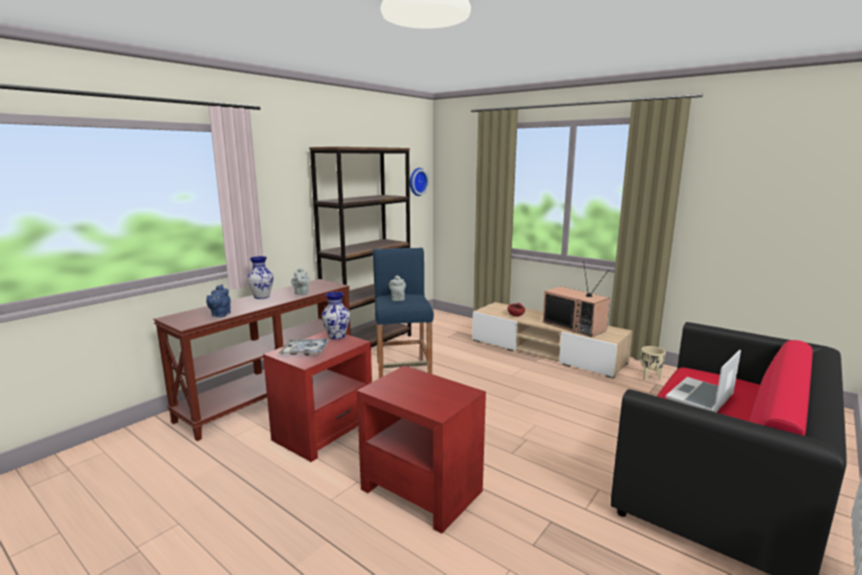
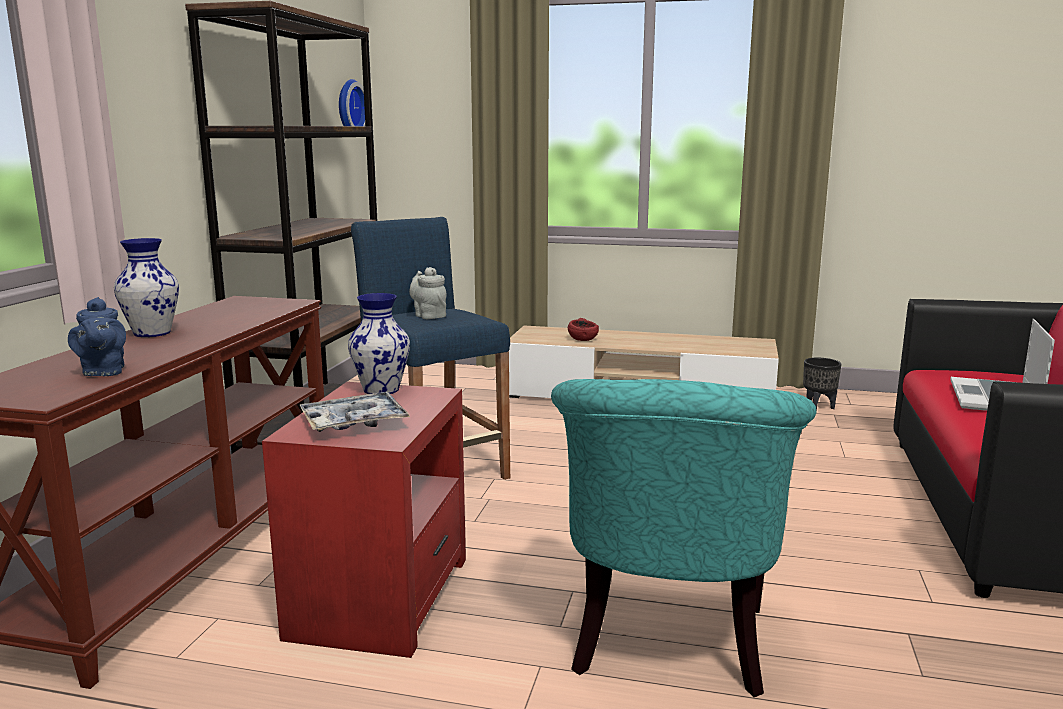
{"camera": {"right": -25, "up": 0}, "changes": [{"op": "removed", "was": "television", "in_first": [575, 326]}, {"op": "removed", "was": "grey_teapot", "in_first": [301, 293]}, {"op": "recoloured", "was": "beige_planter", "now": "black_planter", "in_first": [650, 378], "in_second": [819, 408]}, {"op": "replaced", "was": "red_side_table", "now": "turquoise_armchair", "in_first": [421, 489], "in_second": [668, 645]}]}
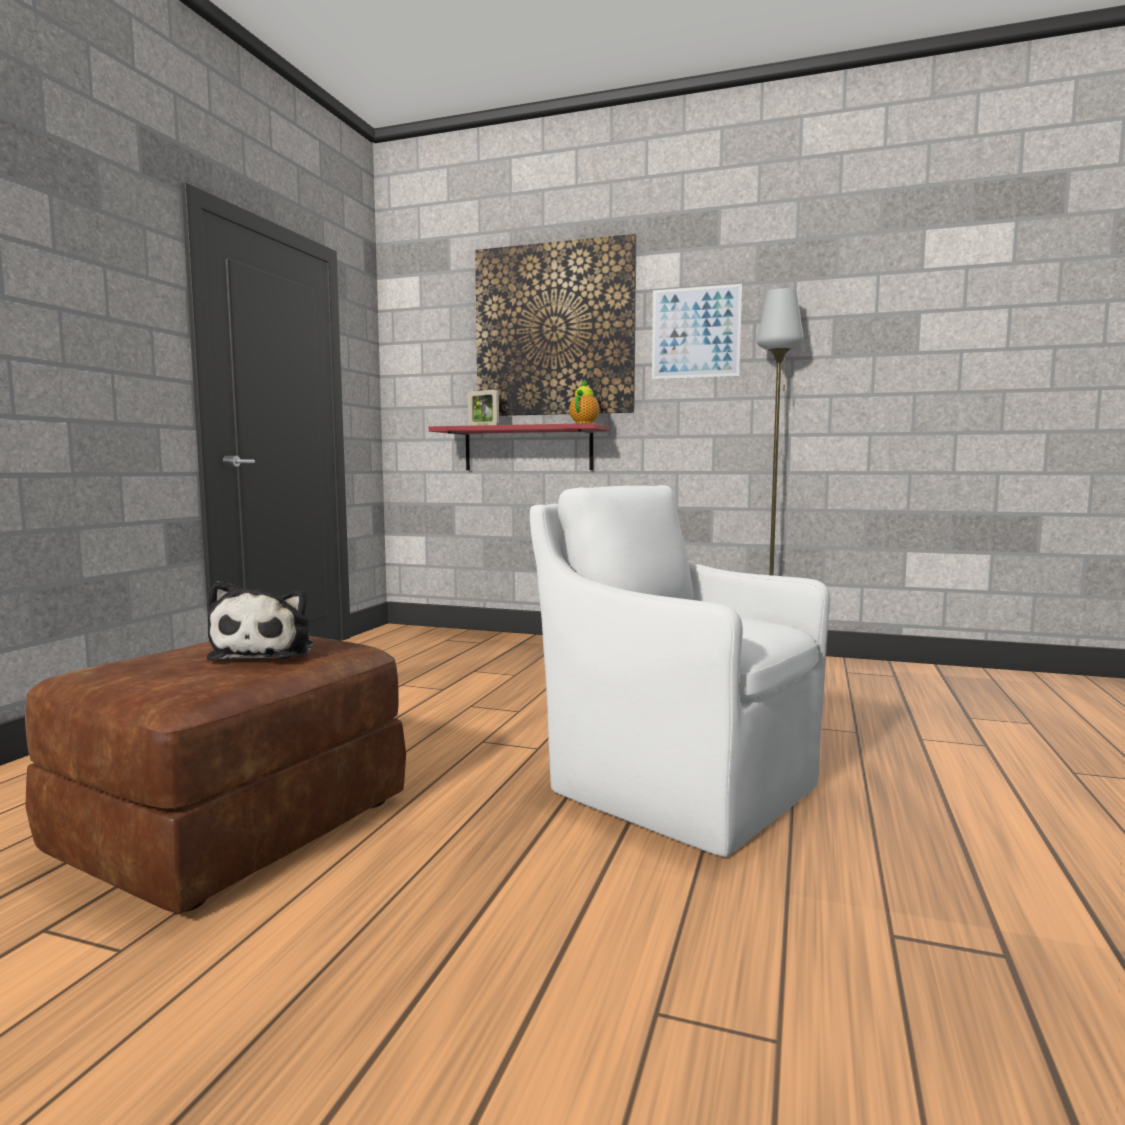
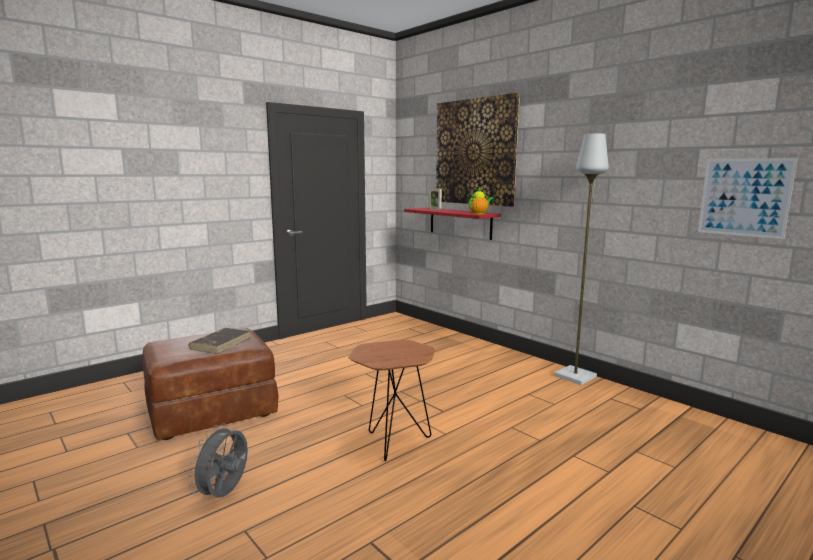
{"camera": {"right": 30, "up": 5}, "changes": [{"op": "moved", "was": "picture", "in_first": [695, 332], "in_second": [744, 197]}, {"op": "replaced", "was": "white_armchair", "now": "brown_side_table", "in_first": [677, 786], "in_second": [392, 443]}, {"op": "replaced", "was": "plush_toy", "now": "brown_book", "in_first": [266, 652], "in_second": [221, 343]}, {"op": "added", "now": "grey_fan", "in_second": [225, 494]}]}
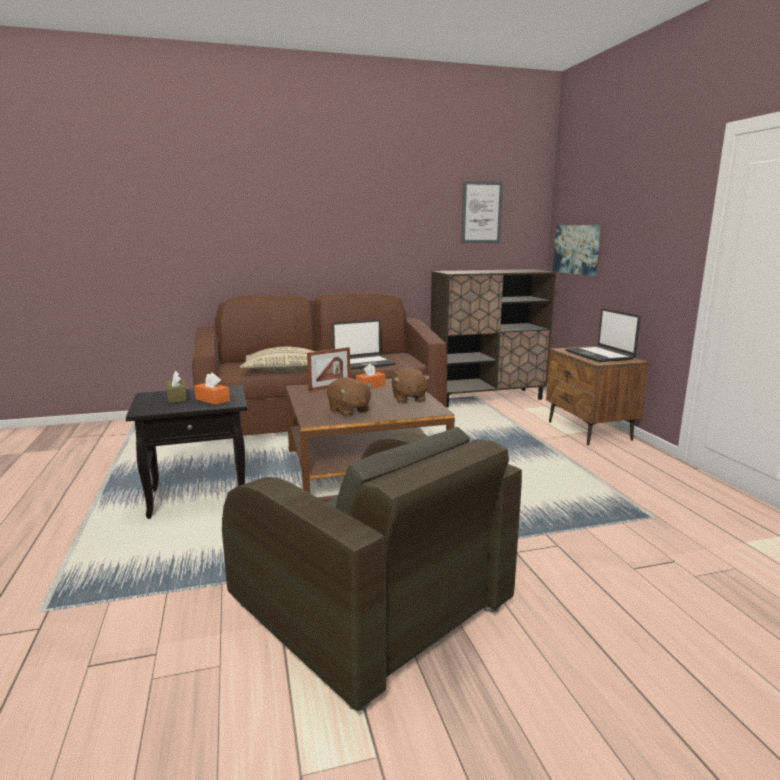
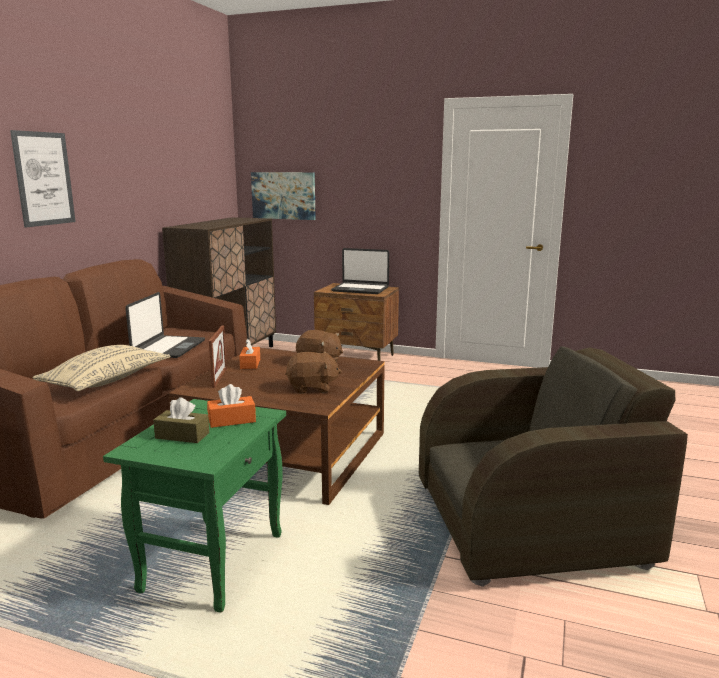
{"camera": {"right": -55, "up": 0}, "changes": [{"op": "moved", "was": "picture", "in_first": [481, 212], "in_second": [44, 179]}, {"op": "recoloured", "was": "black_side_table", "now": "green_side_table", "in_first": [200, 496], "in_second": [213, 560]}]}
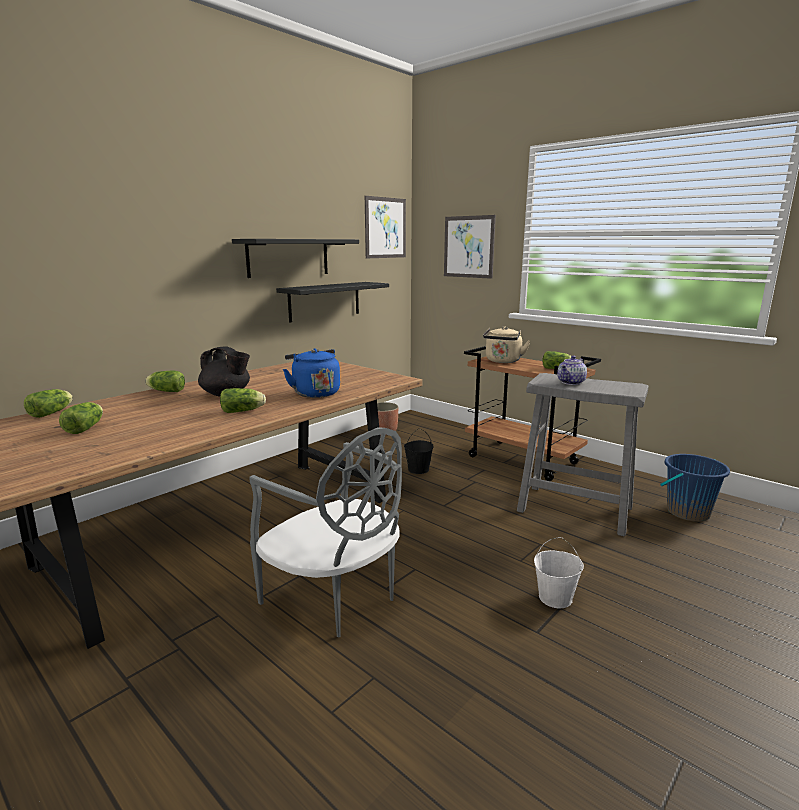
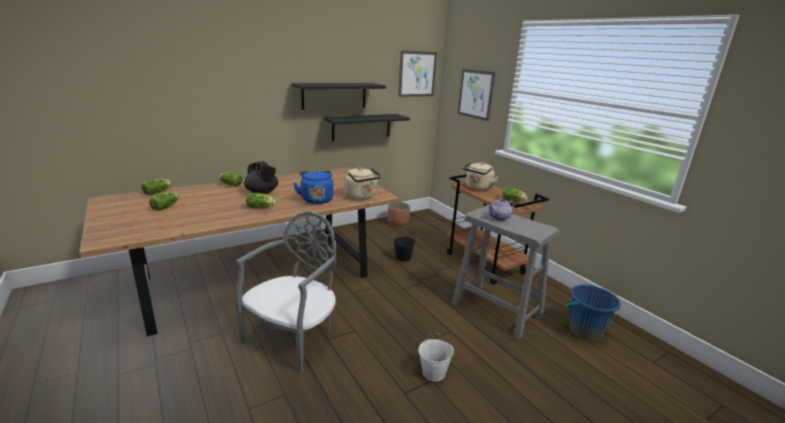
{"camera": {"right": 15, "up": 5}, "changes": [{"op": "turned", "was": "grey_chair", "in_first": [335, 597], "in_second": [294, 338], "clockwise": -120}, {"op": "added", "now": "beige_kettle", "in_second": [361, 197]}]}
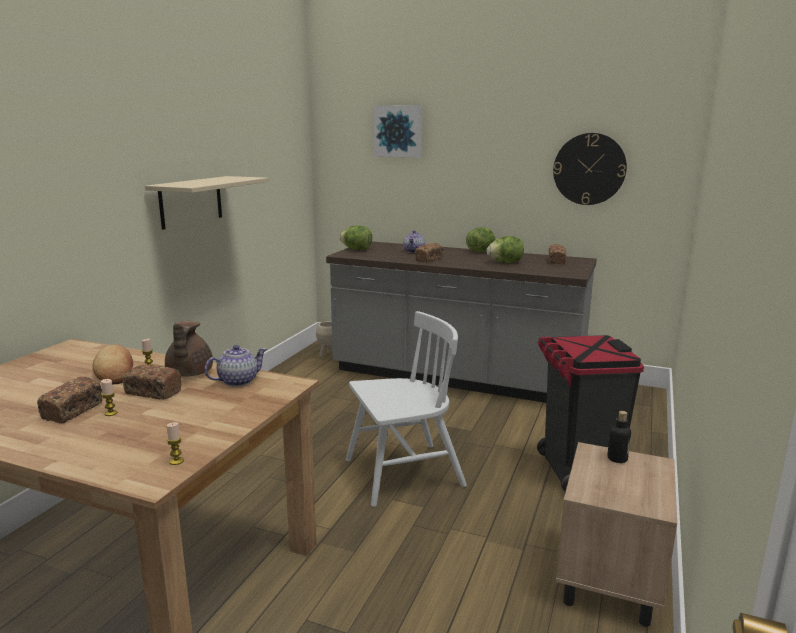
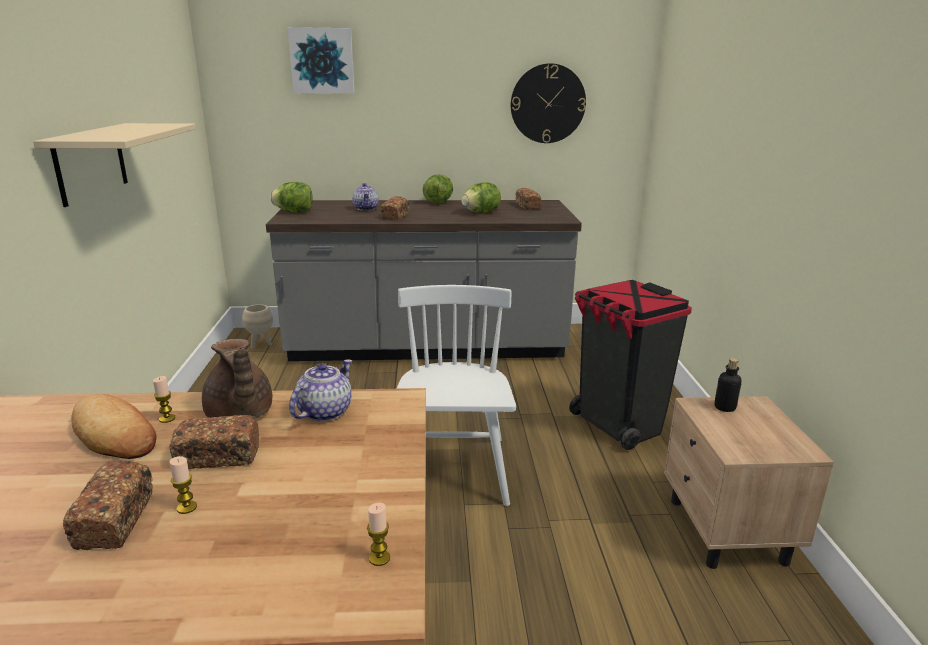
{"camera": {"right": -25, "up": 5}, "changes": [{"op": "turned", "was": "white_chair", "in_first": [403, 473], "in_second": [453, 470], "clockwise": -45}]}
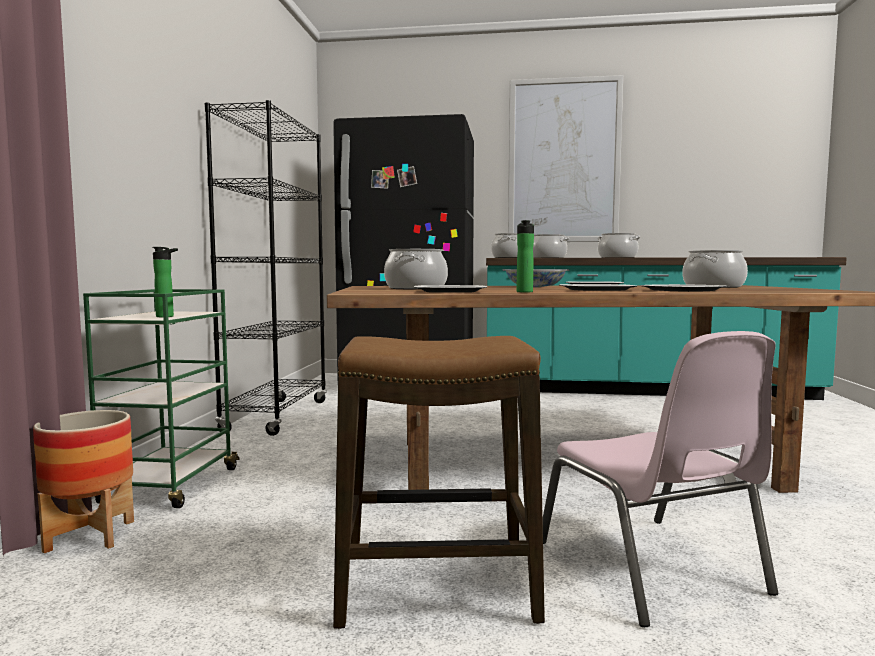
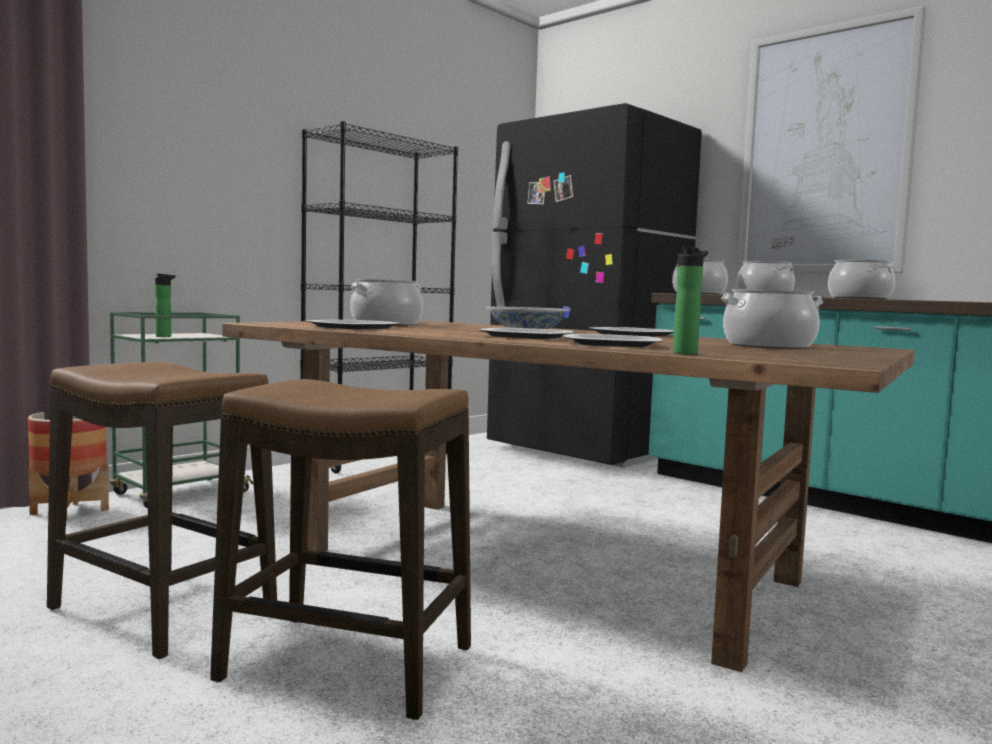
{"camera": {"right": 35, "up": 0}, "changes": [{"op": "moved", "was": "bottle", "in_first": [524, 292], "in_second": [687, 353]}, {"op": "replaced", "was": "pink_chair", "now": "stool", "in_first": [651, 568], "in_second": [346, 664]}]}
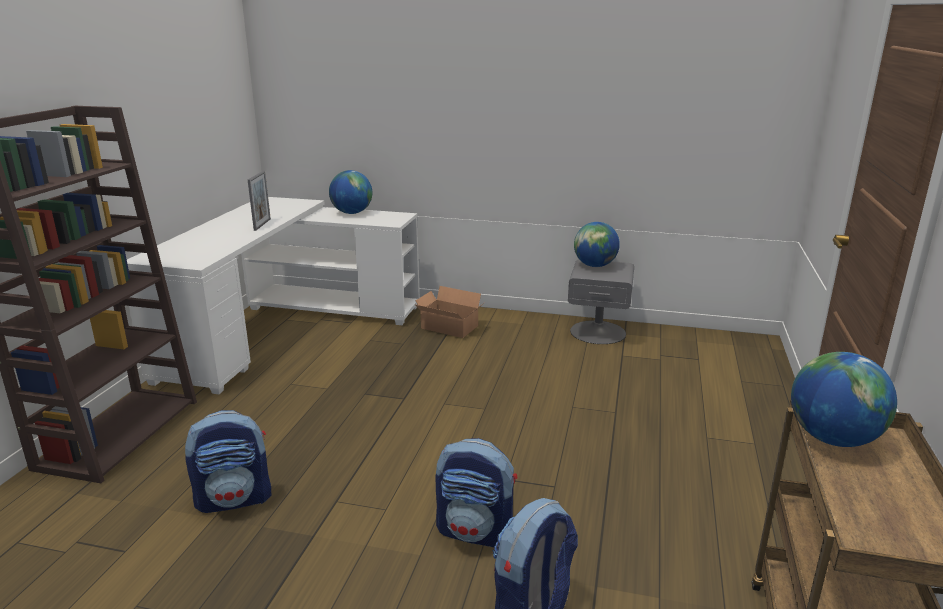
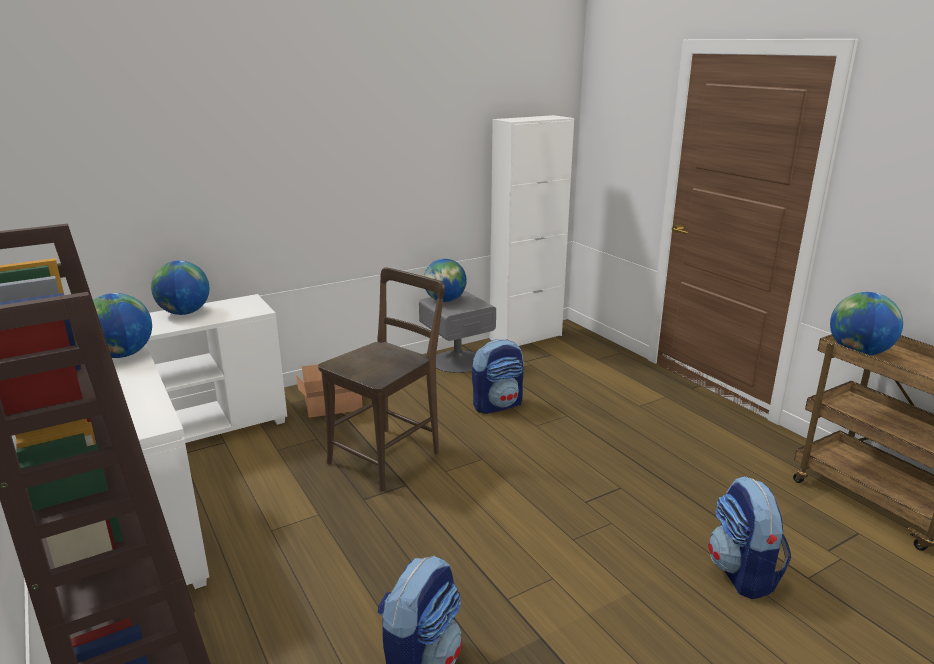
{"camera": {"right": -45, "up": 0}, "changes": [{"op": "replaced", "was": "picture_frame", "now": "globe", "in_first": [262, 224], "in_second": [122, 355]}, {"op": "moved", "was": "backpack", "in_first": [476, 532], "in_second": [498, 405]}, {"op": "added", "now": "white_cabinet", "in_second": [525, 337]}, {"op": "added", "now": "brown_chair", "in_second": [388, 455]}]}
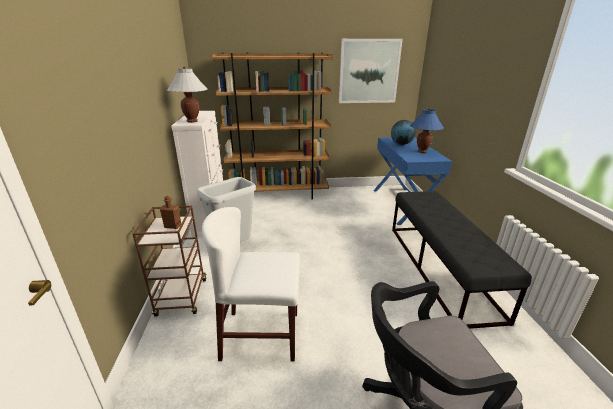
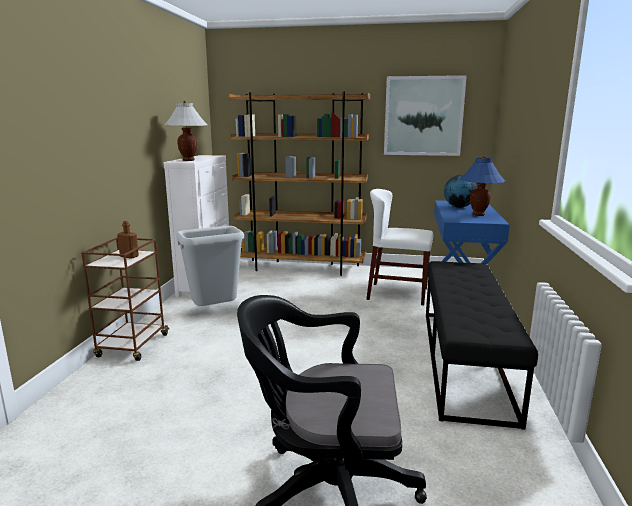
{"camera": {"right": 15, "up": -10}, "changes": [{"op": "moved", "was": "white_chair", "in_first": [261, 335], "in_second": [397, 294]}]}
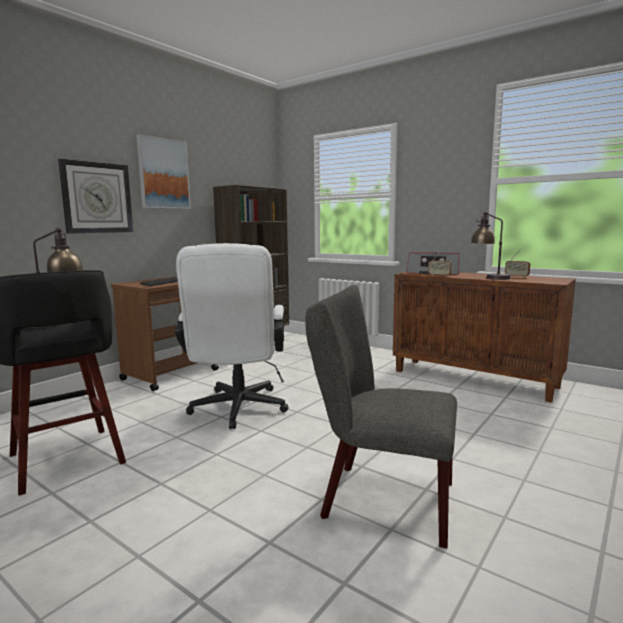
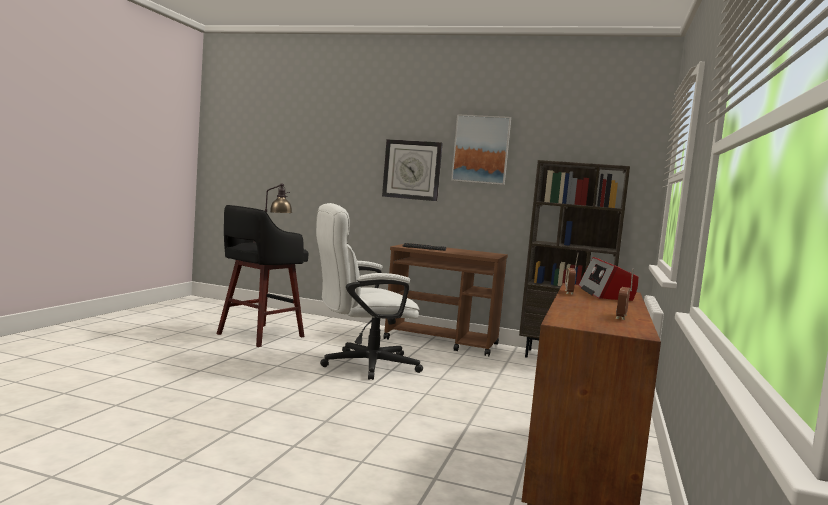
{"camera": {"right": 70, "up": -5}, "changes": [{"op": "removed", "was": "table_lamp", "in_first": [489, 277]}, {"op": "removed", "was": "grey_chair", "in_first": [379, 499]}]}
